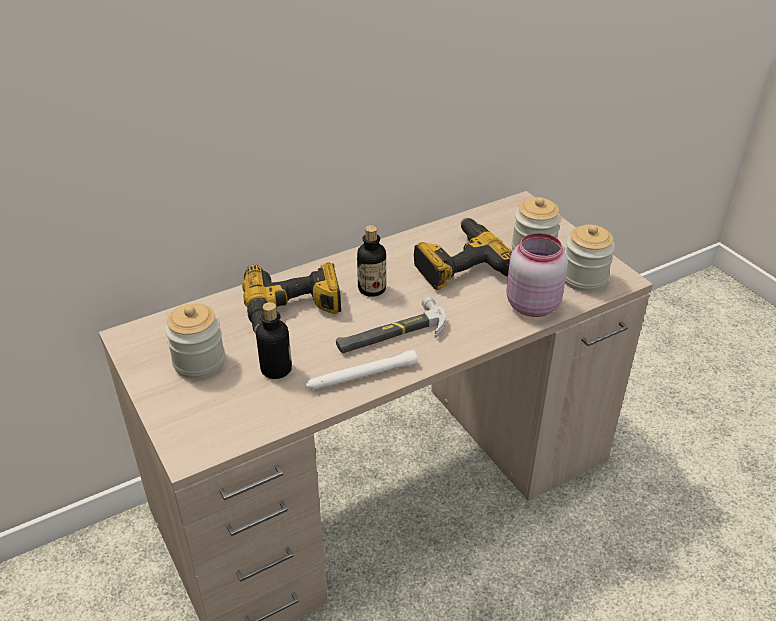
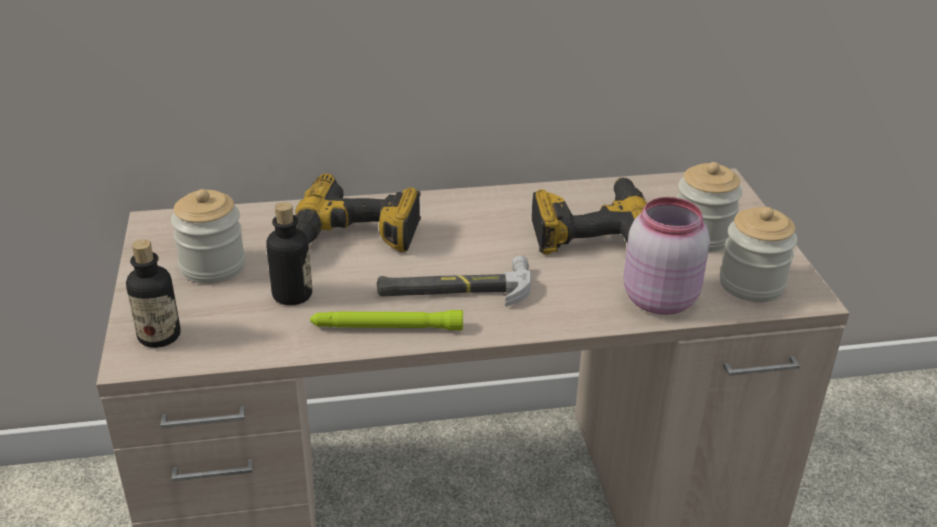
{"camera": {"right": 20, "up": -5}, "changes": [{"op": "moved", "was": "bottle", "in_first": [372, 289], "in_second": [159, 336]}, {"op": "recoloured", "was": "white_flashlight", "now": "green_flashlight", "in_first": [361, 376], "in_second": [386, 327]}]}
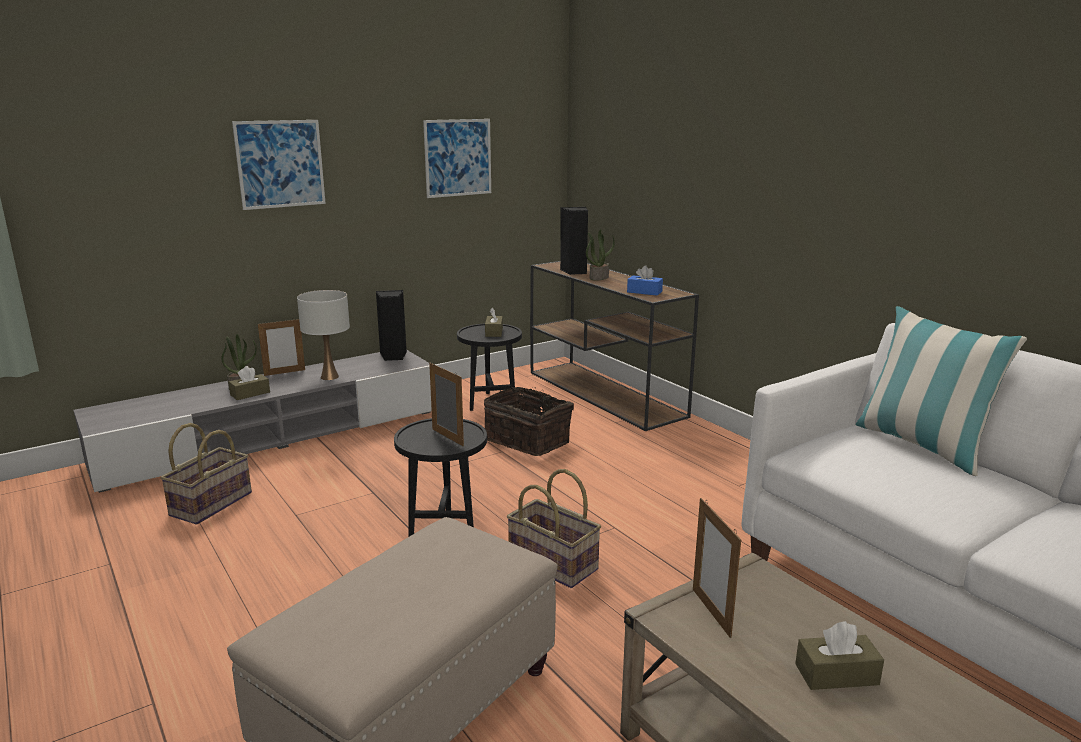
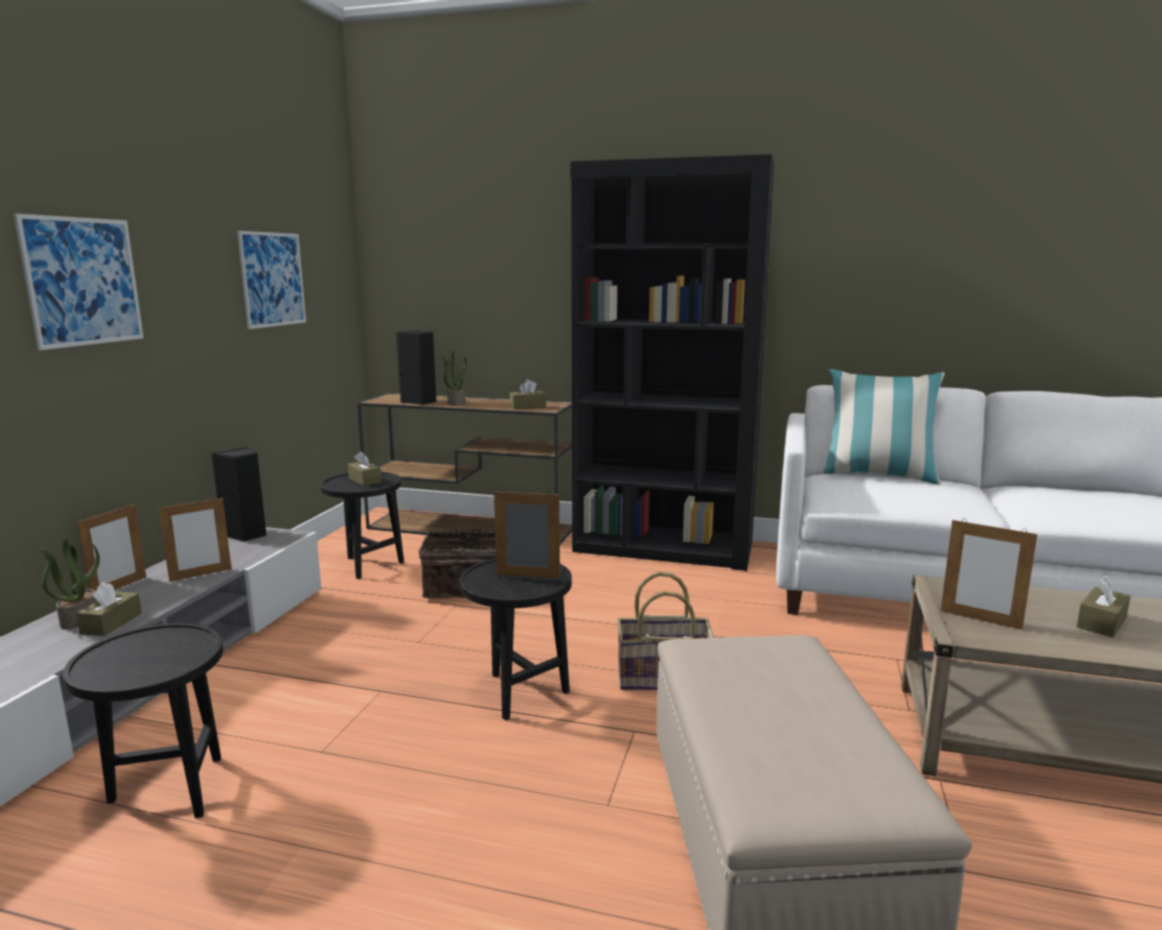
{"camera": {"right": -40, "up": -5}, "changes": [{"op": "recoloured", "was": "blue_tissue_box", "now": "brown_tissue_box", "in_first": [644, 292], "in_second": [528, 407]}, {"op": "replaced", "was": "white_table_lamp", "now": "picture_frame", "in_first": [330, 377], "in_second": [200, 575]}, {"op": "replaced", "was": "basket", "now": "black_side_table", "in_first": [210, 503], "in_second": [167, 792]}, {"op": "added", "now": "black_bookcase", "in_second": [664, 548]}]}
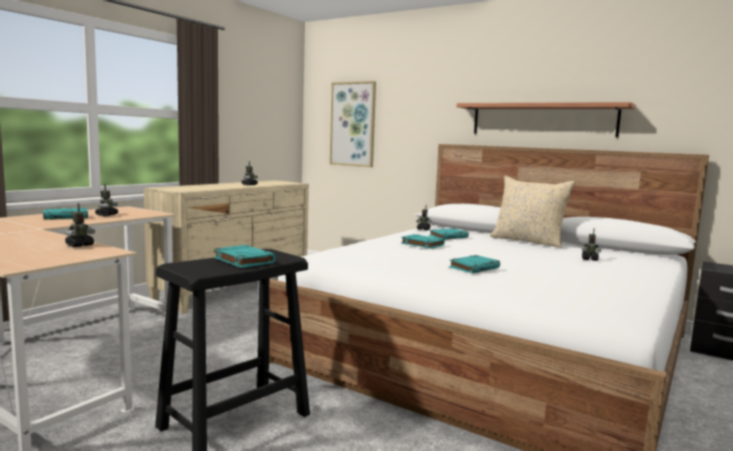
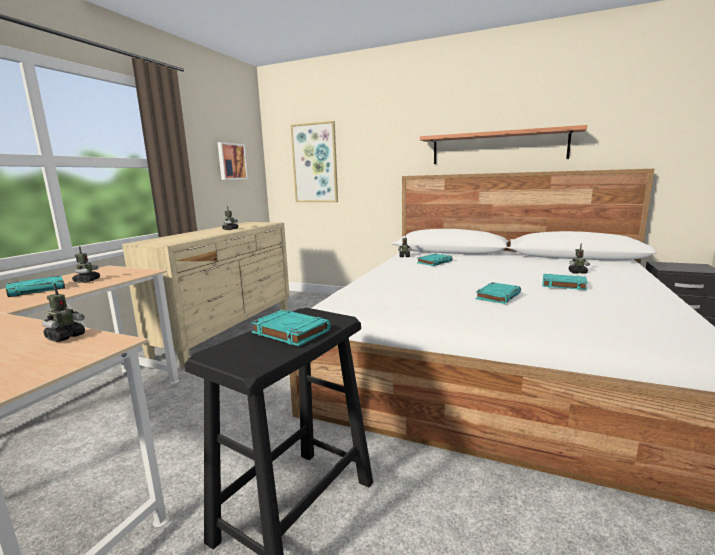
{"camera": {"right": -10, "up": 5}, "changes": [{"op": "removed", "was": "beige_pillow", "in_first": [528, 241]}, {"op": "moved", "was": "turquoise_book", "in_first": [422, 244], "in_second": [563, 285]}, {"op": "added", "now": "picture", "in_second": [231, 161]}]}
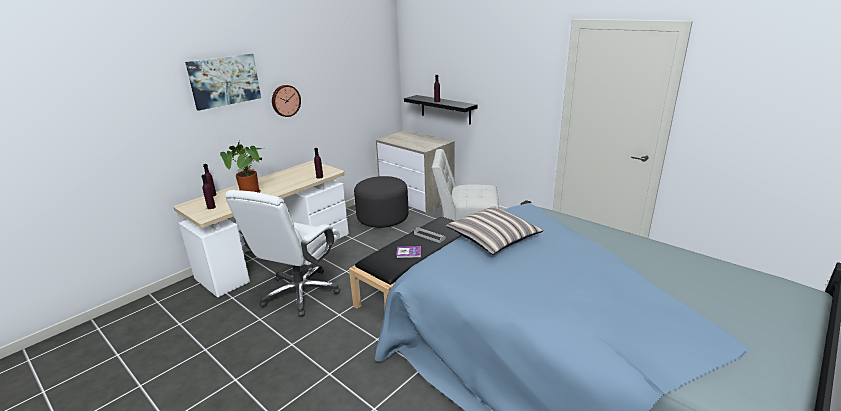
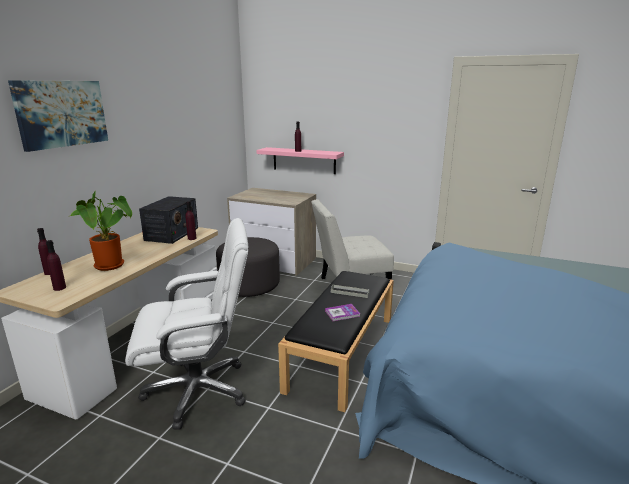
{"camera": {"right": -20, "up": -5}, "changes": [{"op": "removed", "was": "wall_clock", "in_first": [285, 100]}, {"op": "recoloured", "was": "black_shelf", "now": "pink_shelf", "in_first": [445, 109], "in_second": [304, 160]}, {"op": "turned", "was": "white_office_chair", "in_first": [300, 293], "in_second": [198, 390], "clockwise": -105}, {"op": "removed", "was": "pillow", "in_first": [493, 237]}, {"op": "added", "now": "radio", "in_second": [171, 234]}]}
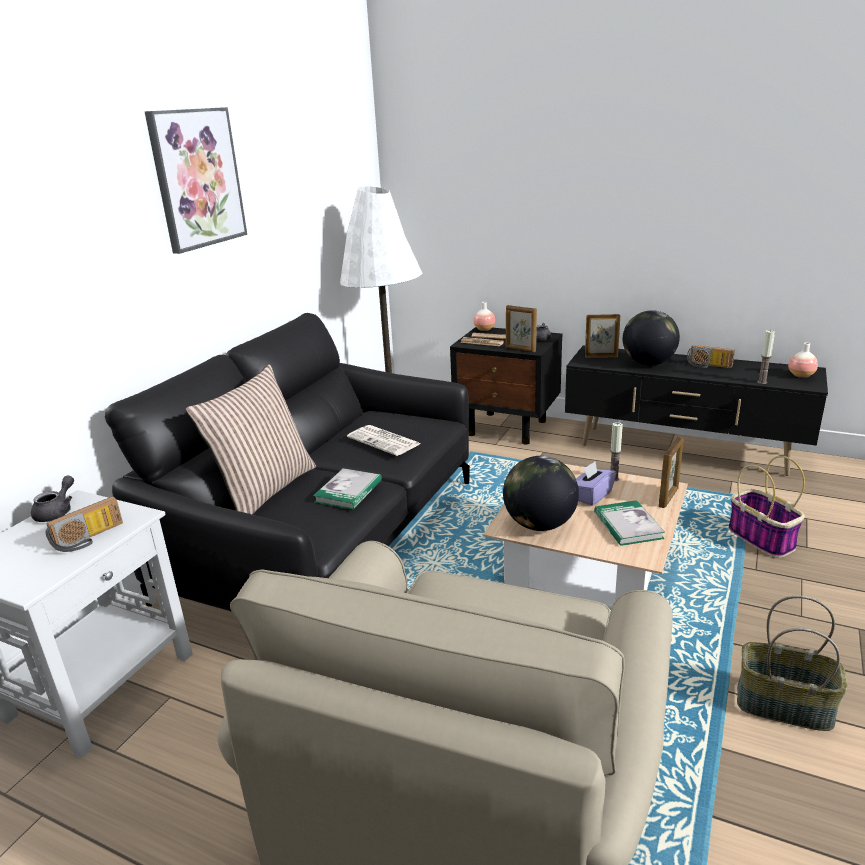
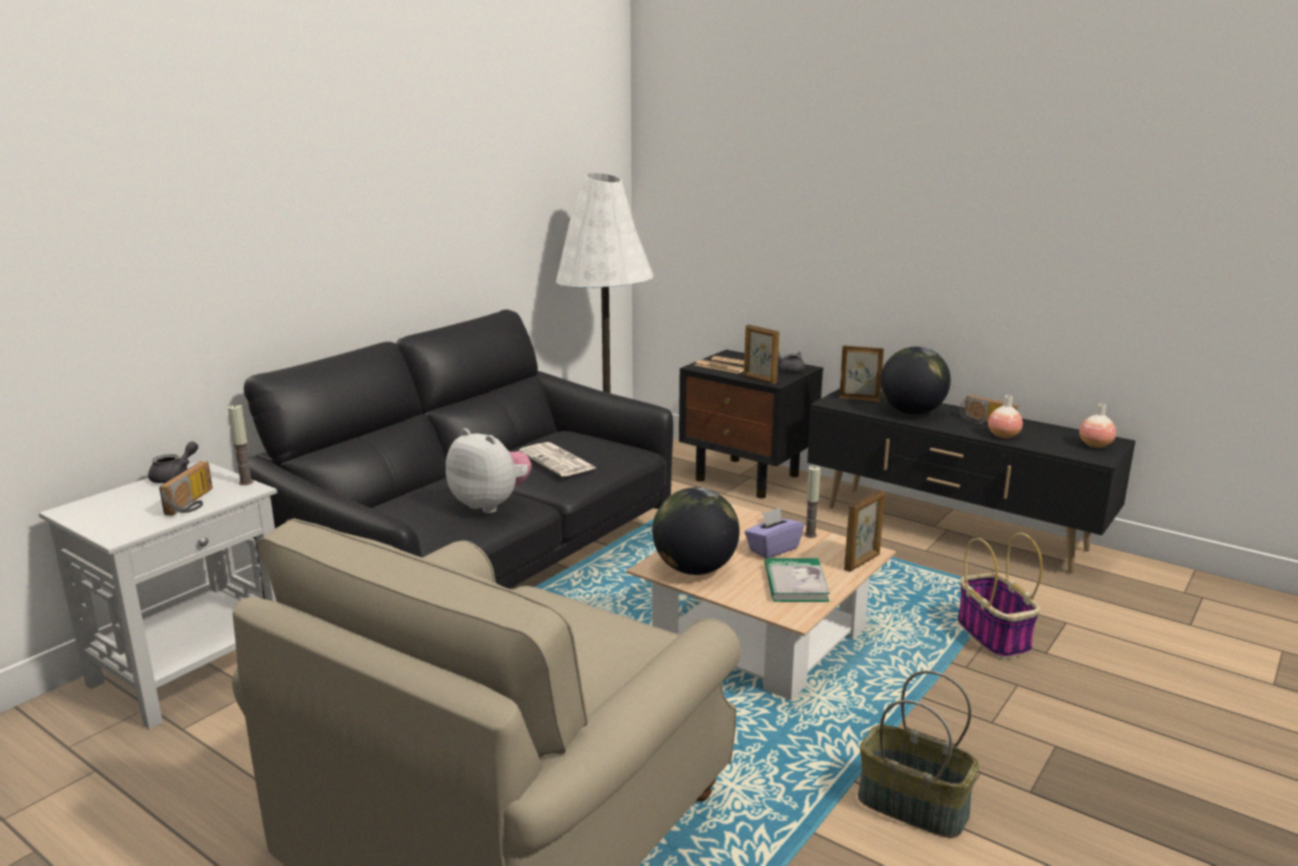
{"camera": {"right": 10, "up": -5}, "changes": [{"op": "removed", "was": "picture", "in_first": [197, 178]}, {"op": "moved", "was": "vase", "in_first": [484, 329], "in_second": [1003, 436]}, {"op": "moved", "was": "candle", "in_first": [762, 382], "in_second": [246, 482]}, {"op": "removed", "was": "pillow", "in_first": [264, 489]}, {"op": "replaced", "was": "book", "now": "plush_toy", "in_first": [348, 491], "in_second": [490, 504]}, {"op": "turned", "was": "radio", "in_first": [90, 539], "in_second": [194, 503], "clockwise": -45}]}
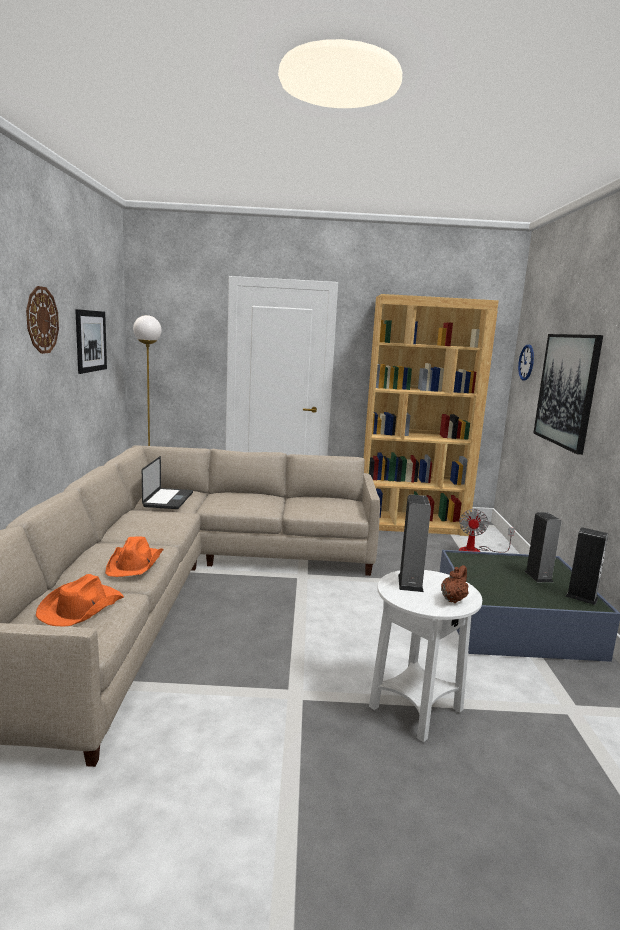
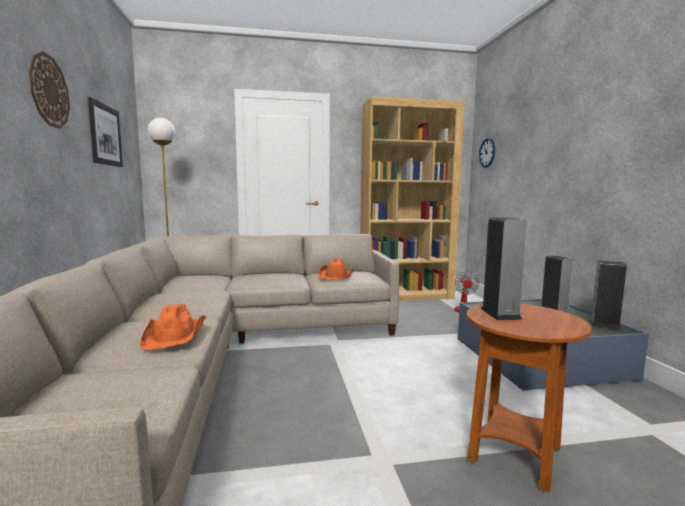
{"camera": {"right": -10, "up": -5}, "changes": [{"op": "removed", "was": "picture", "in_first": [566, 390]}, {"op": "removed", "was": "laptop", "in_first": [168, 499]}, {"op": "removed", "was": "brown_teapot", "in_first": [453, 599]}, {"op": "recoloured", "was": "white_side_table", "now": "brown_side_table", "in_first": [415, 709], "in_second": [514, 454]}, {"op": "moved", "was": "orange_hat", "in_first": [80, 608], "in_second": [336, 276]}]}
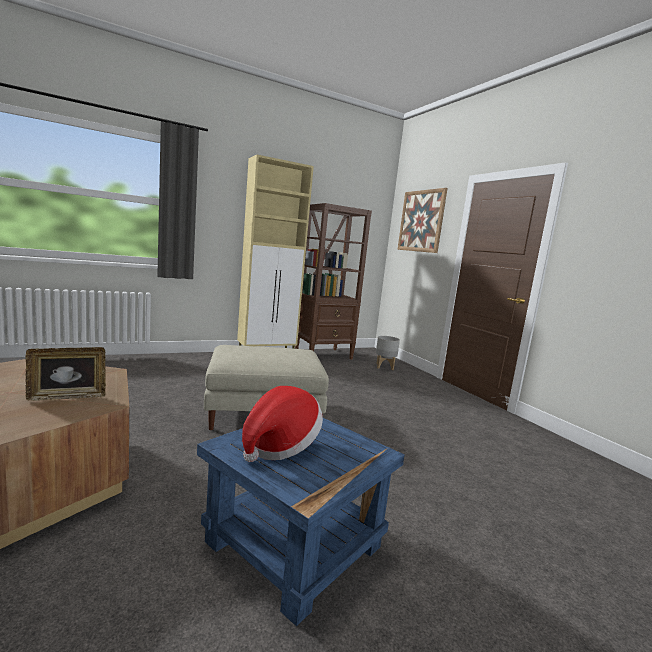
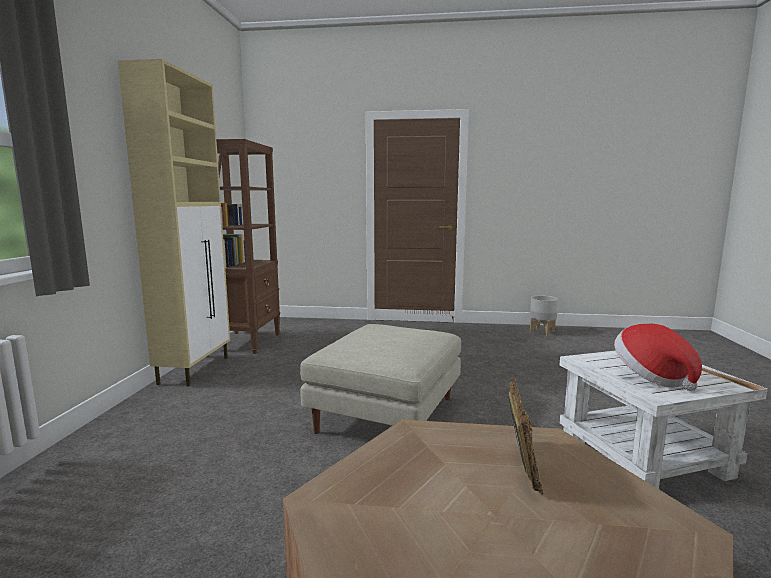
{"camera": {"right": -55, "up": 0}, "changes": [{"op": "removed", "was": "picture", "in_first": [421, 221]}, {"op": "moved", "was": "grey_planter", "in_first": [384, 367], "in_second": [542, 332]}, {"op": "recoloured", "was": "blue_side_table", "now": "white_side_table", "in_first": [294, 546], "in_second": [645, 457]}]}
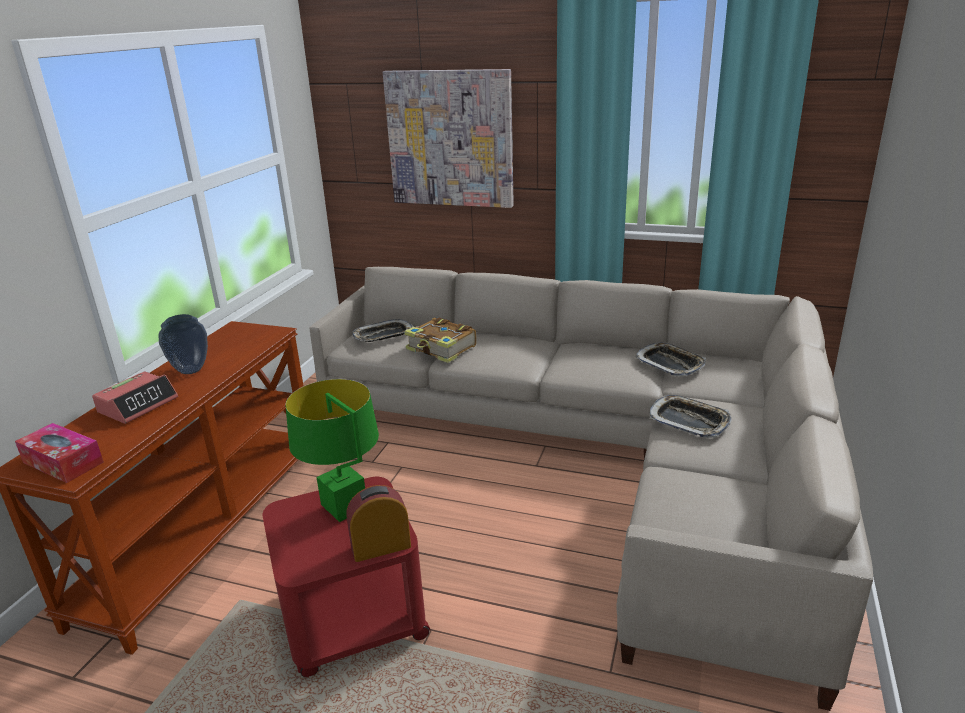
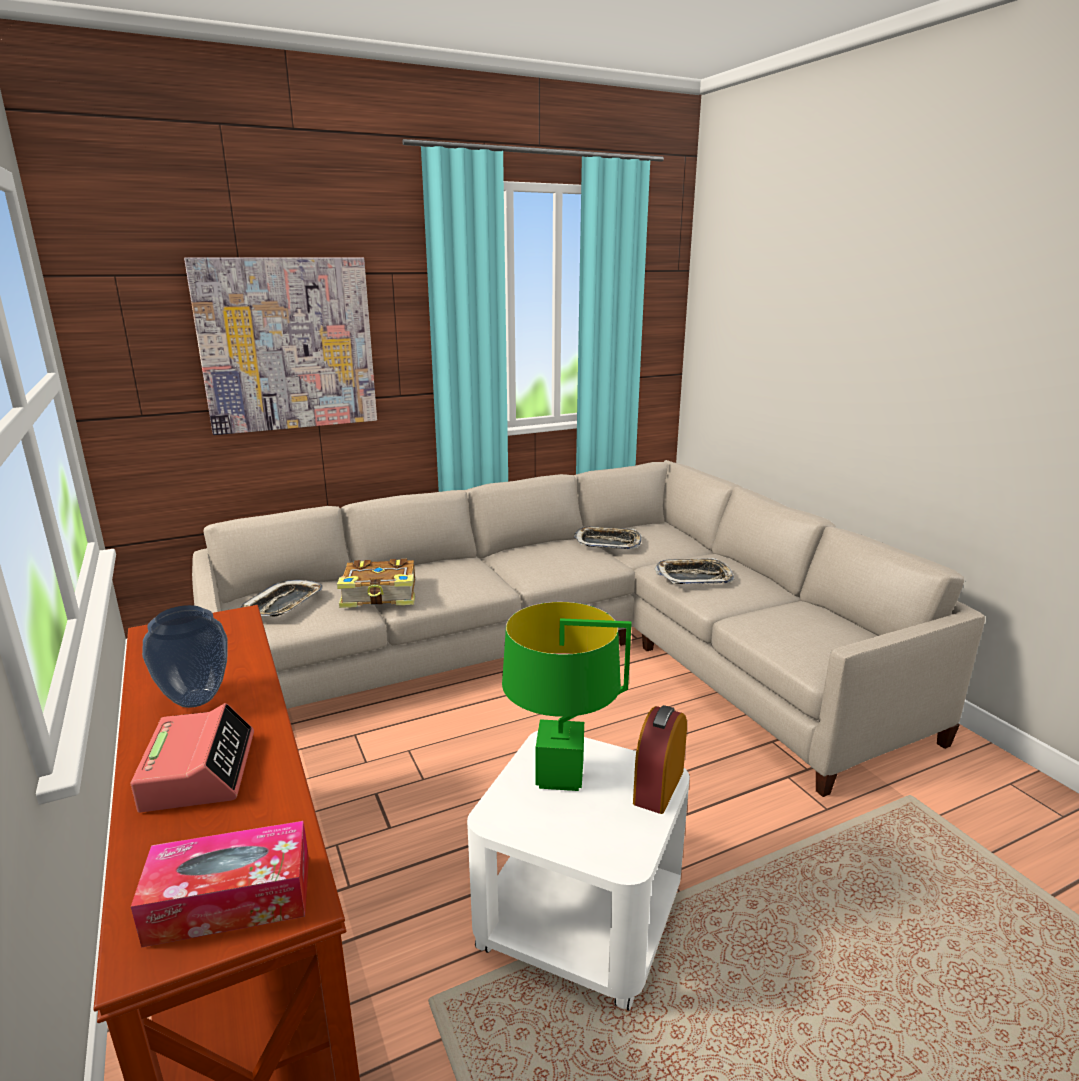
{"camera": {"right": -45, "up": -5}, "changes": [{"op": "recoloured", "was": "red_side_table", "now": "white_side_table", "in_first": [351, 616], "in_second": [579, 918]}]}
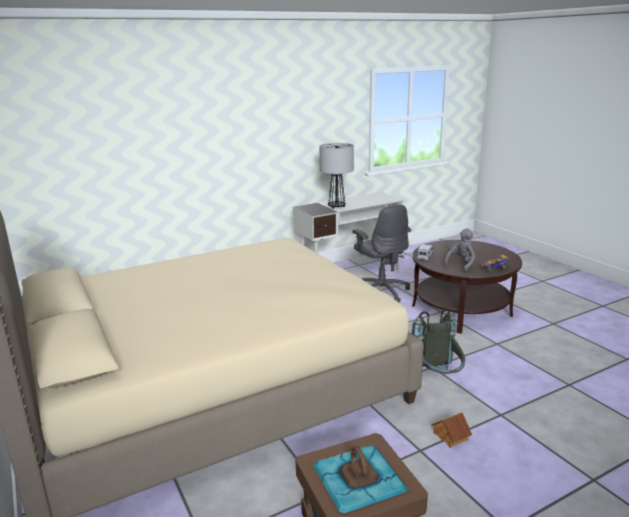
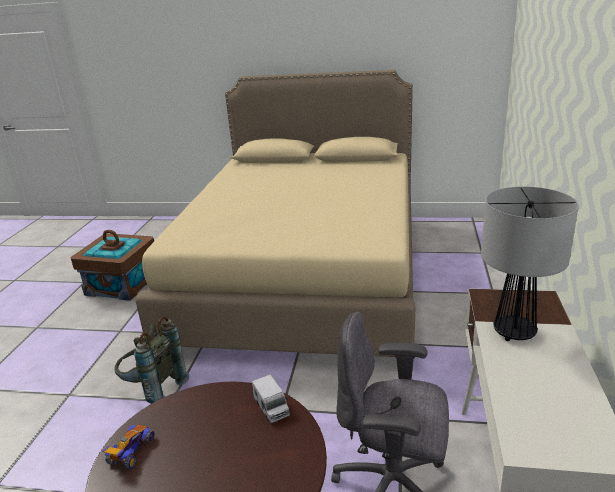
{"camera": {"right": 130, "up": 5}, "changes": [{"op": "removed", "was": "grey_plush_toy", "in_first": [460, 264]}, {"op": "removed", "was": "toy_house", "in_first": [450, 436]}]}
